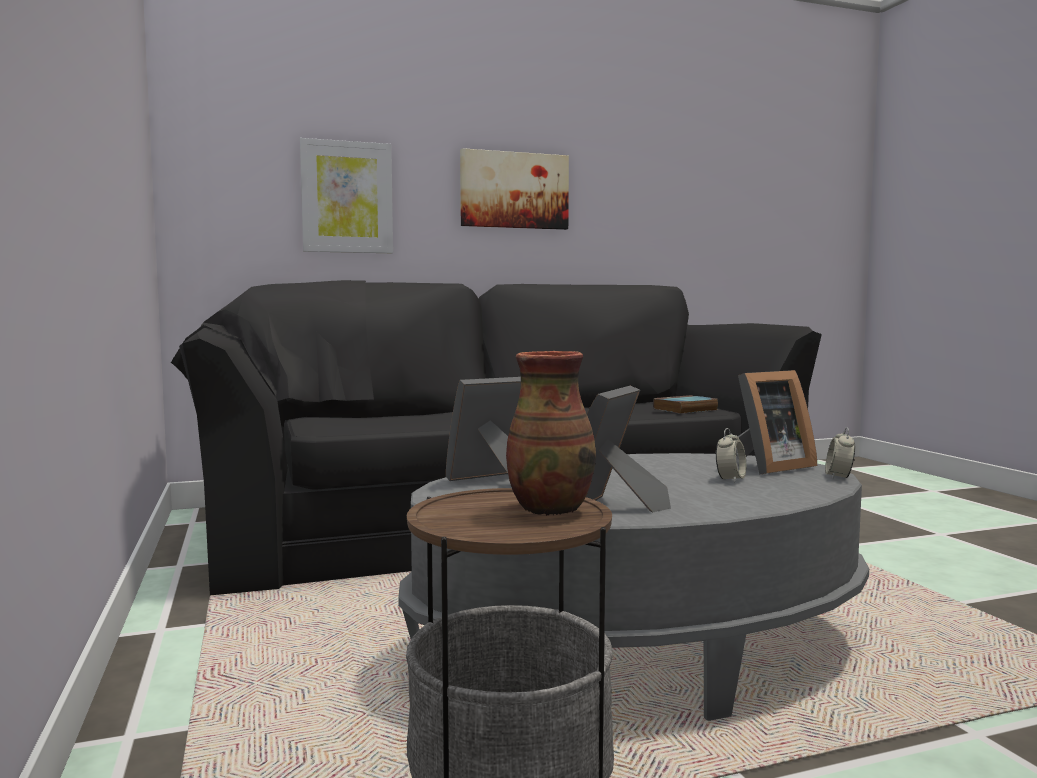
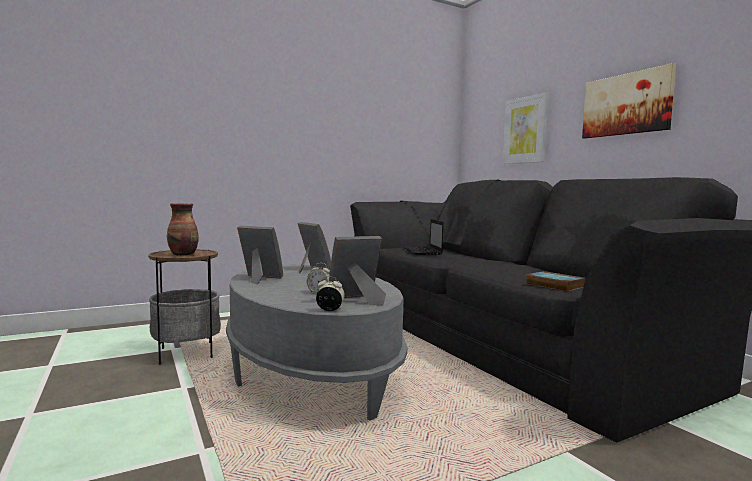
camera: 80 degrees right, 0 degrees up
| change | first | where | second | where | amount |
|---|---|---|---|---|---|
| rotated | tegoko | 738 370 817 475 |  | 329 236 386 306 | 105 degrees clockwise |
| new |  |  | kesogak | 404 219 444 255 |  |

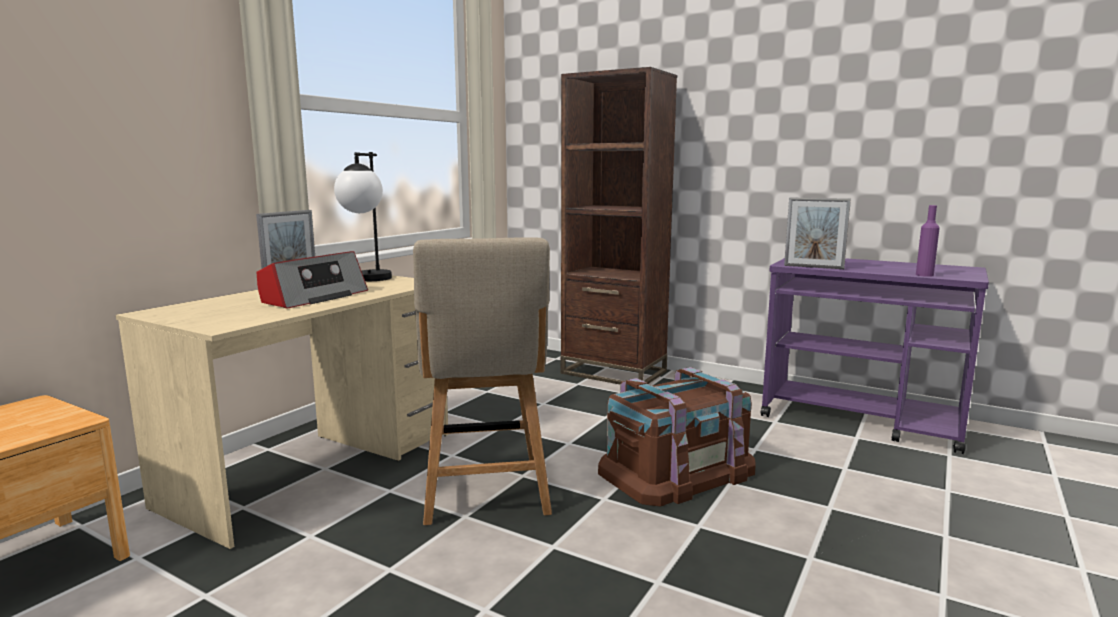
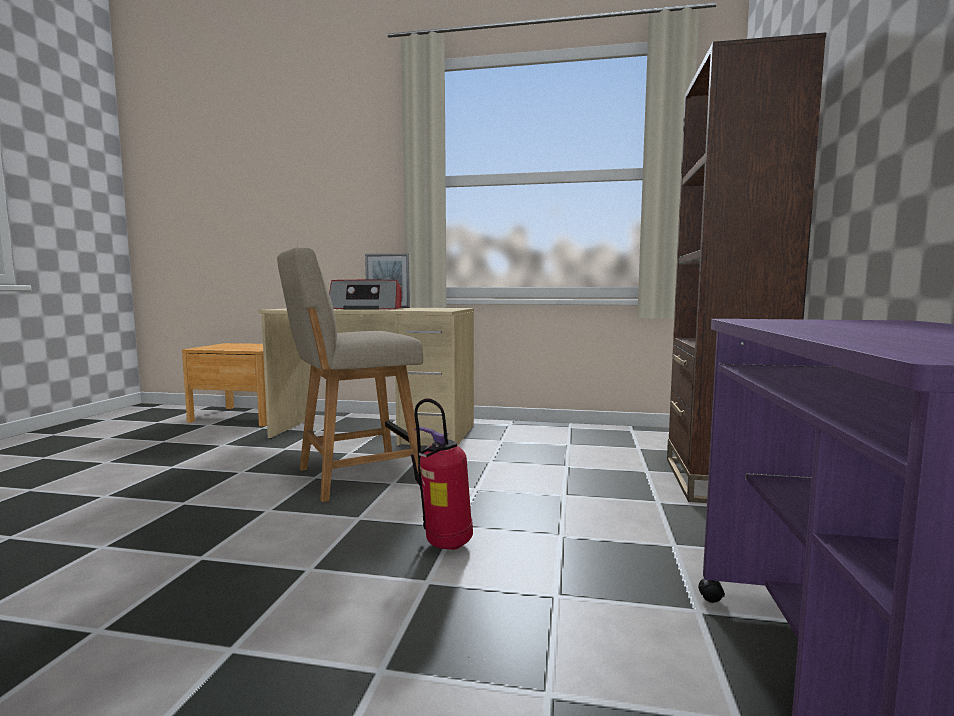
camera: 70 degrees right, 5 degrees down
| change | first | where | second | where | amount |
|---|---|---|---|---|---|
| gone | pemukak | 334 152 392 281 |  |  |  |
| gone | tegoko | 784 197 851 269 |  |  |  |
| gone | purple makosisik | 916 205 940 277 |  |  |  |
| swapped | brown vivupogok | 598 367 755 507 | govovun | 411 398 473 550 |  |

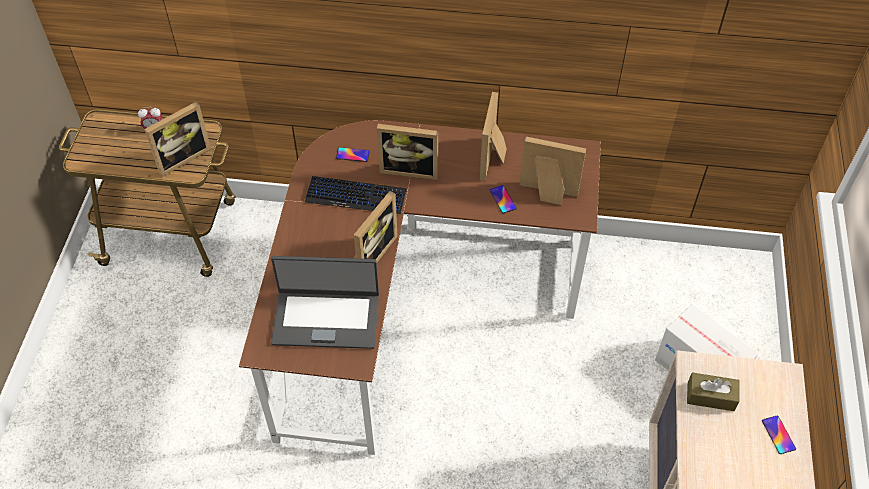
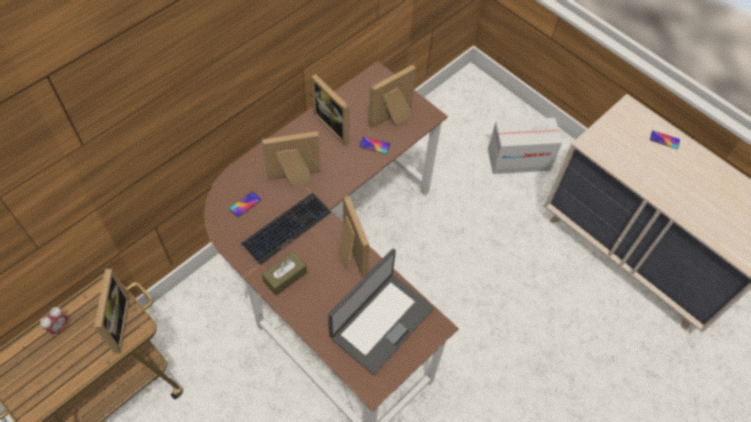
camera: 55 degrees left, 5 degrees up
| change | first | where | second | where | amount |
|---|---|---|---|---|---|
| rotated | tegoko | 377 124 438 180 |  | 261 131 321 187 | 150 degrees counterclockwise |
| shifted | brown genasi | 687 372 740 411 |  | 262 251 307 296 |  |

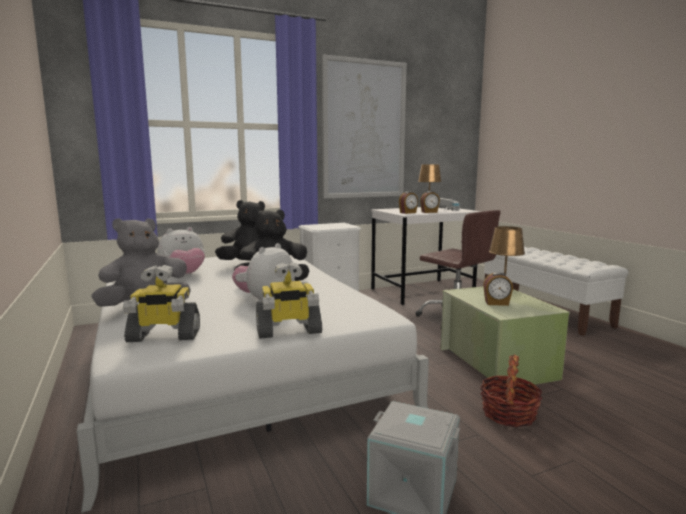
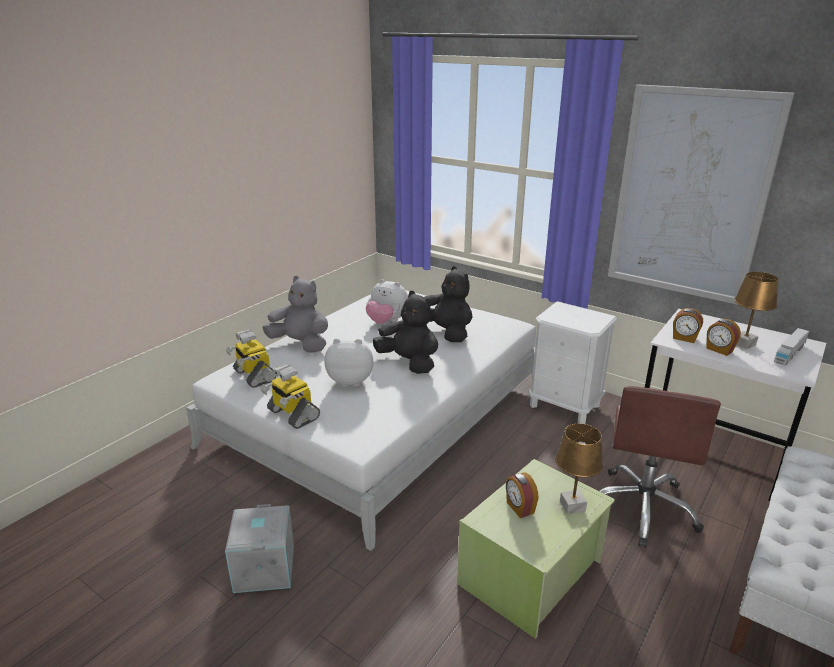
camera: 60 degrees right, 15 degrees up
| change | first | where | second | where | amount |
|---|---|---|---|---|---|
| gone | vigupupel | 480 355 542 427 |  |  |  |

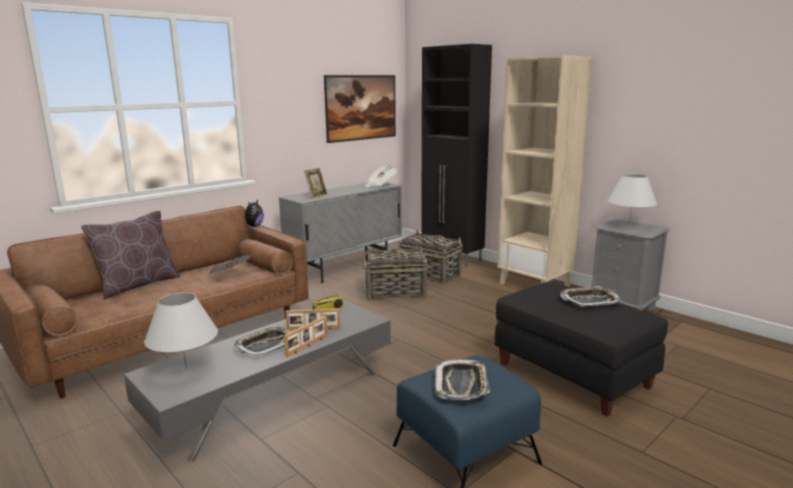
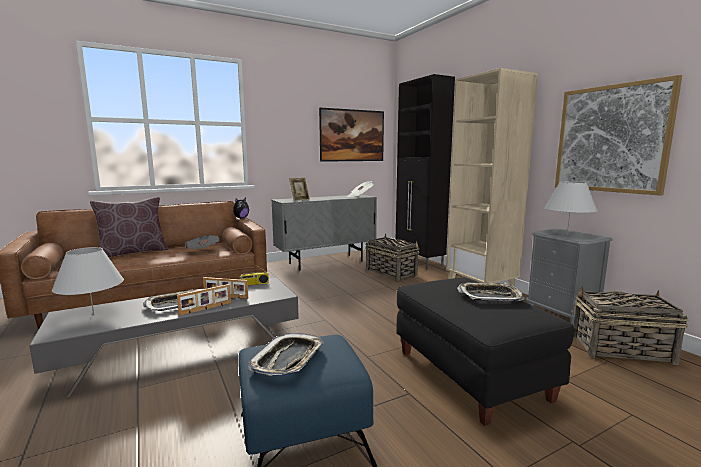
camera: 15 degrees right, 5 degrees down
| change | first | where | second | where | amount |
|---|---|---|---|---|---|
| shifted | vigupupel | 363 245 428 300 |  | 573 286 688 365 |  |
| new |  |  | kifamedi | 555 75 682 196 |  |

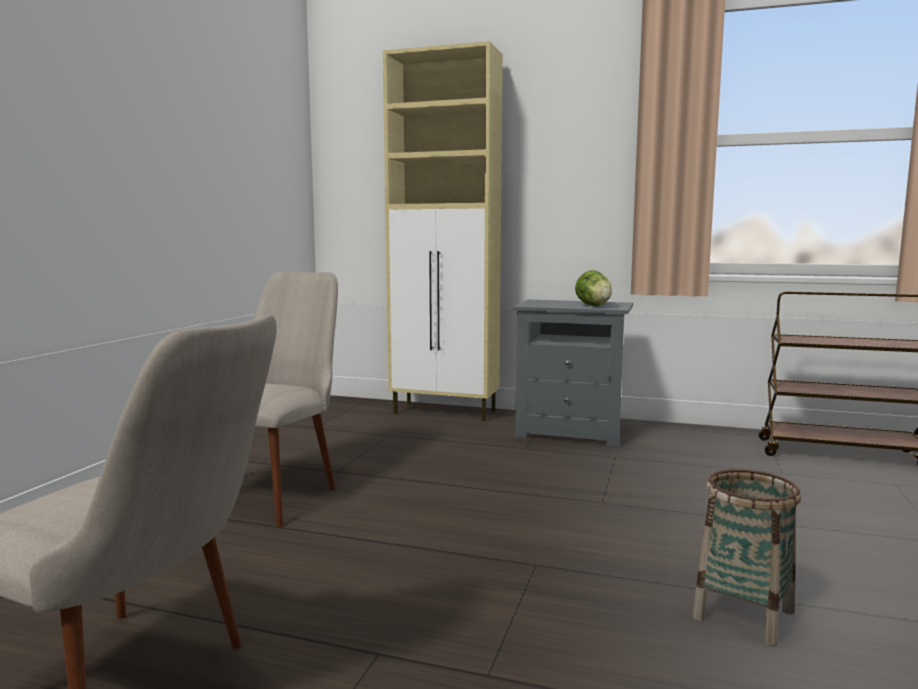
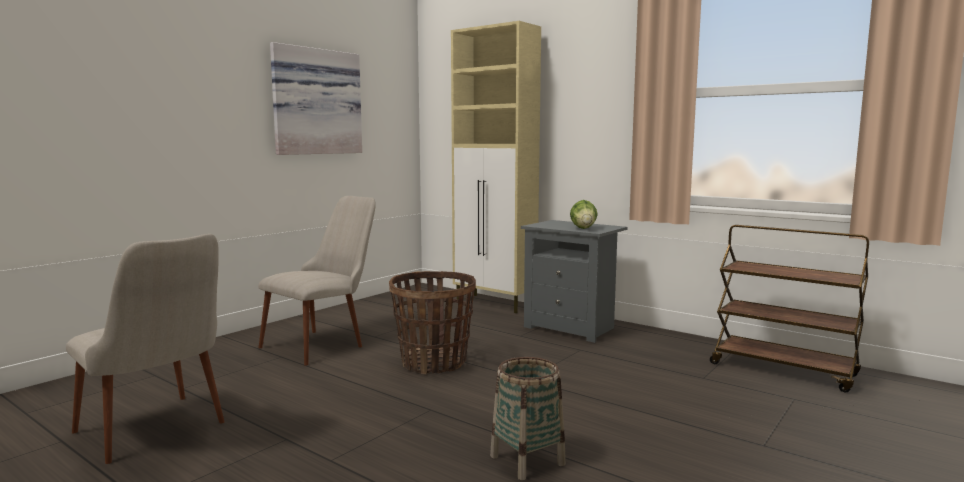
camera: 20 degrees right, 0 degrees up
| change | first | where | second | where | amount |
|---|---|---|---|---|---|
| new |  |  | kifamedi | 270 42 362 155 |  |
| new |  |  | vigupupel | 389 271 476 375 |  |

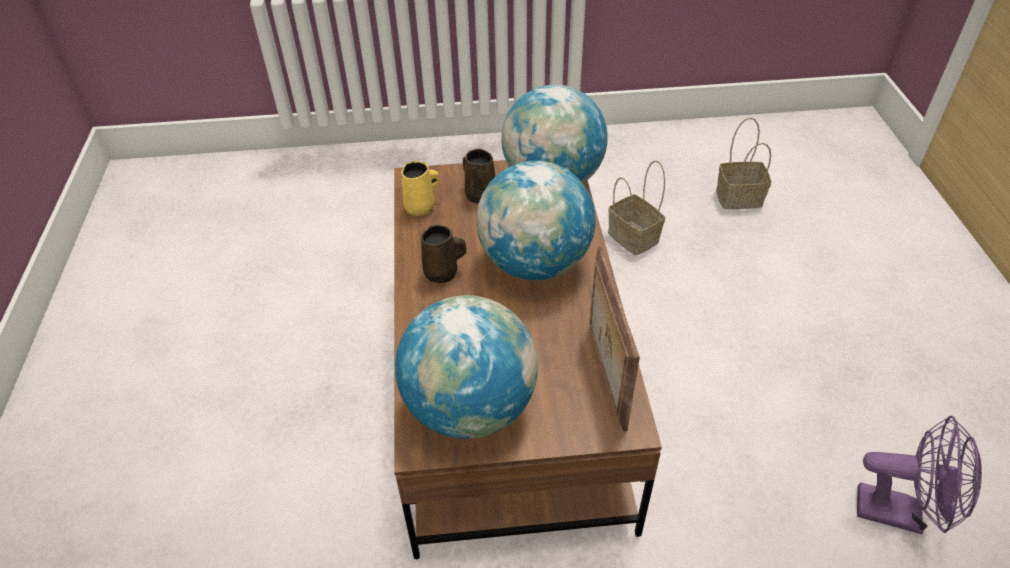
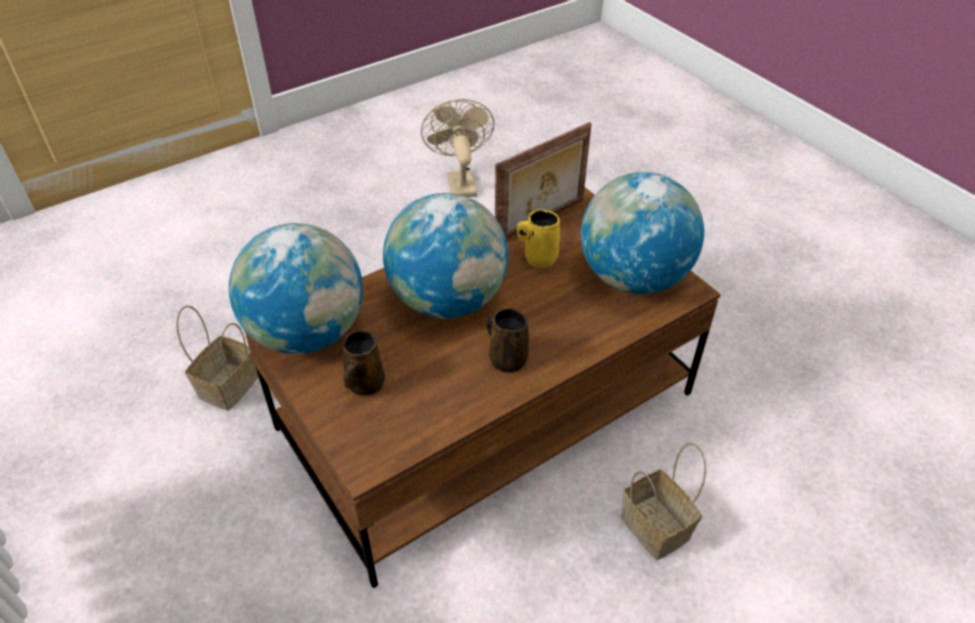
camera: 120 degrees left, 0 degrees up
| change | first | where | second | where | amount |
|---|---|---|---|---|---|
| shifted | vigupupel | 716 118 772 209 |  | 621 443 706 560 |  |
| shifted | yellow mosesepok | 401 161 440 216 |  | 517 209 560 268 |  |
| repainted | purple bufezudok | 857 416 982 534 | beige bufezudok | 421 99 494 197 |  |

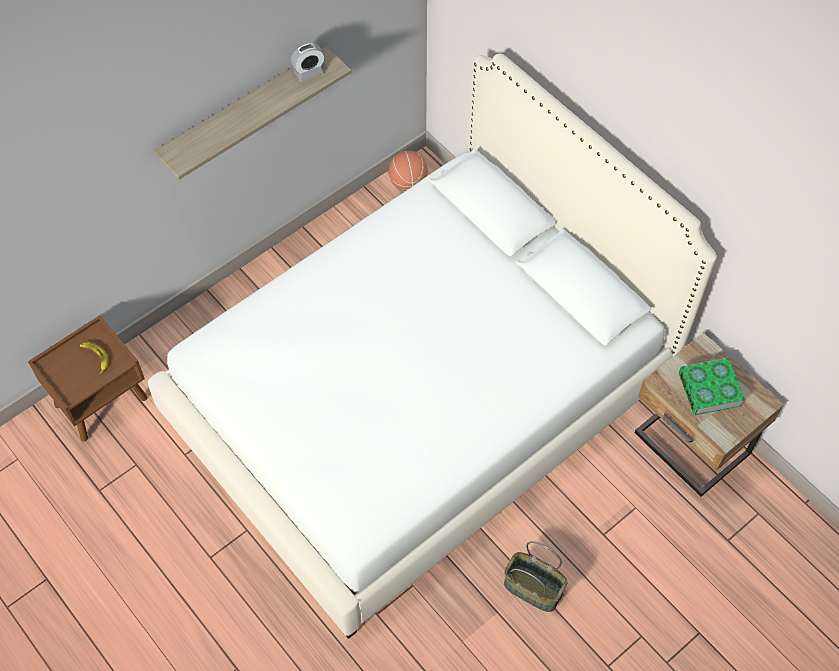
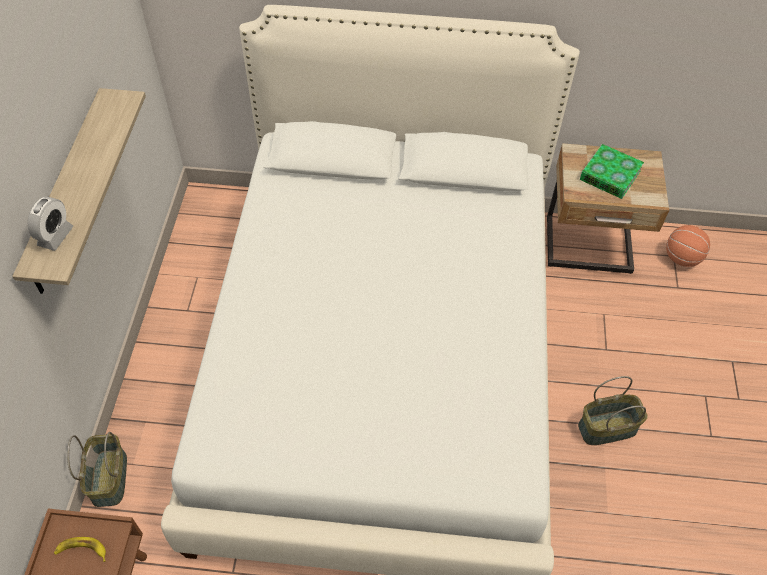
camera: 45 degrees left, 5 degrees down
| change | first | where | second | where | amount |
|---|---|---|---|---|---|
| shifted | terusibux | 291 43 325 82 |  | 28 196 73 251 |  |
| shifted | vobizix | 389 151 428 191 |  | 666 225 710 267 |  |
| new |  |  | vigupupel | 67 432 127 507 |  |

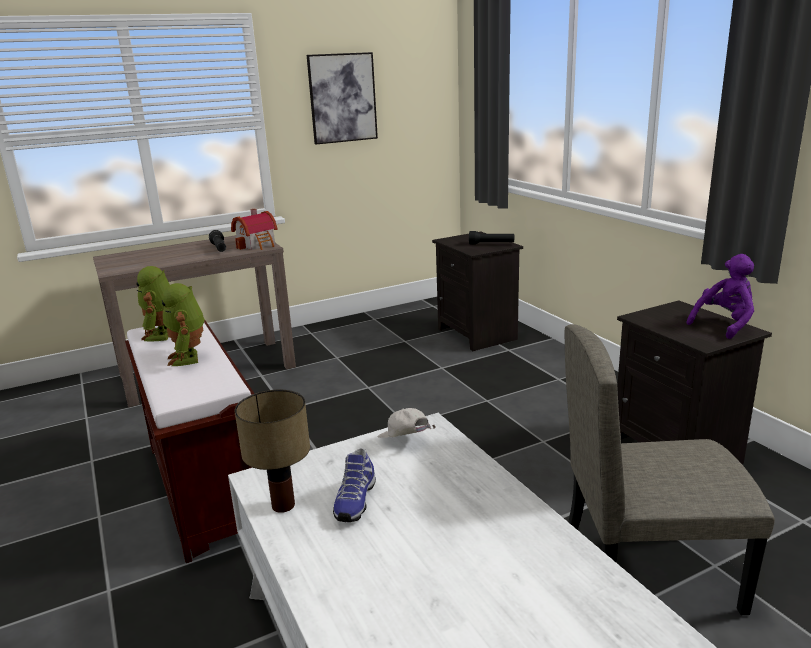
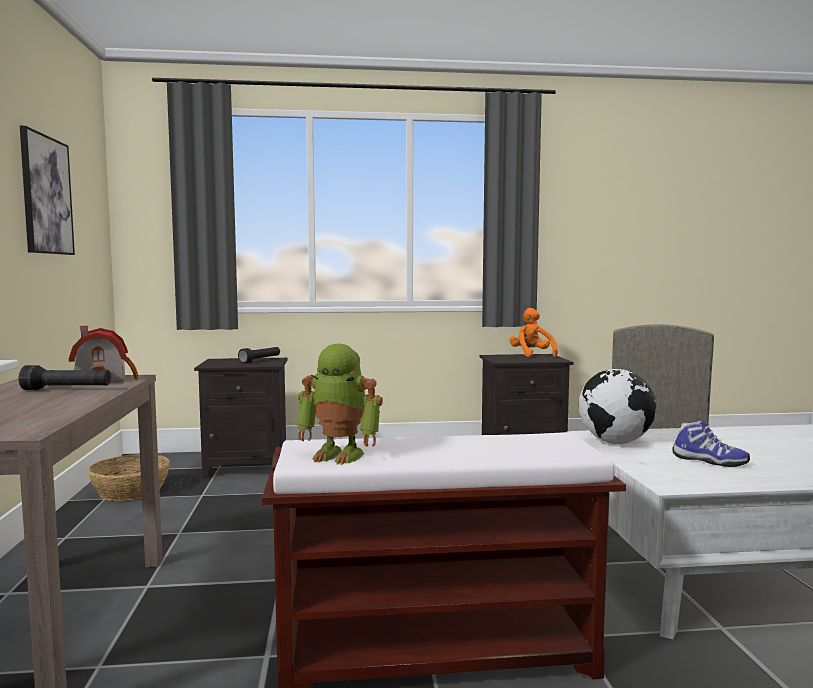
camera: 70 degrees left, 15 degrees down
| change | first | where | second | where | amount |
|---|---|---|---|---|---|
| repainted | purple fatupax | 686 254 754 339 | orange fatupax | 510 308 558 358 |  |
| gone | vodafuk | 162 283 205 366 |  |  |  |
| gone | pemukak | 235 390 310 513 |  |  |  |
| swapped | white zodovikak | 378 408 436 438 | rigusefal | 579 369 656 444 |  |
| new |  |  | vigupupel | 88 454 170 501 |  |

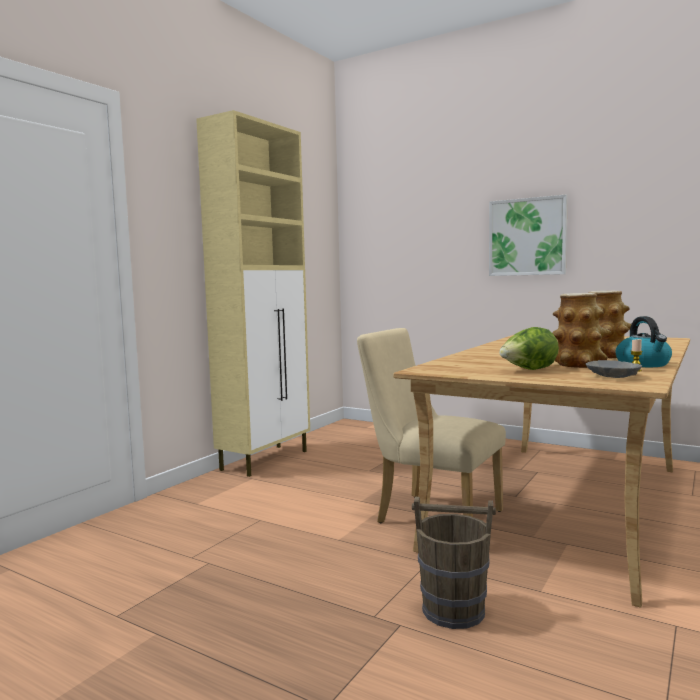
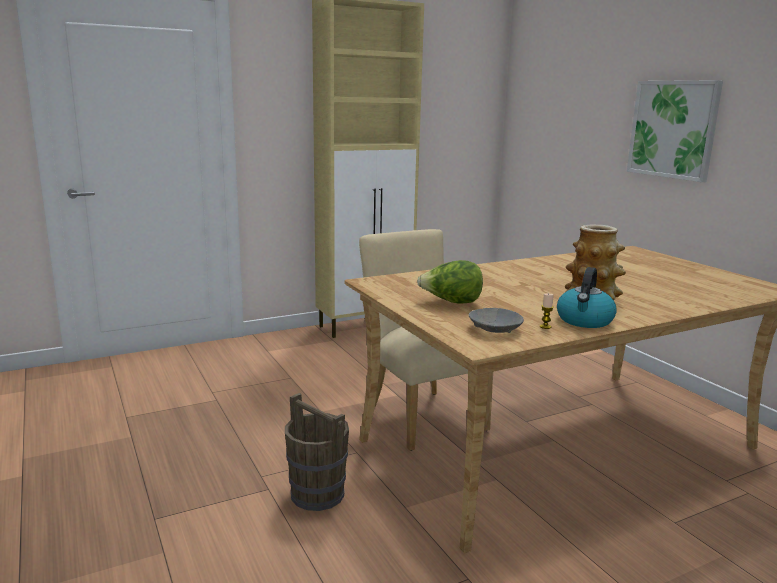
camera: 30 degrees right, 10 degrees up
| change | first | where | second | where | amount |
|---|---|---|---|---|---|
| gone | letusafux | 552 293 611 368 |  |  |  |

